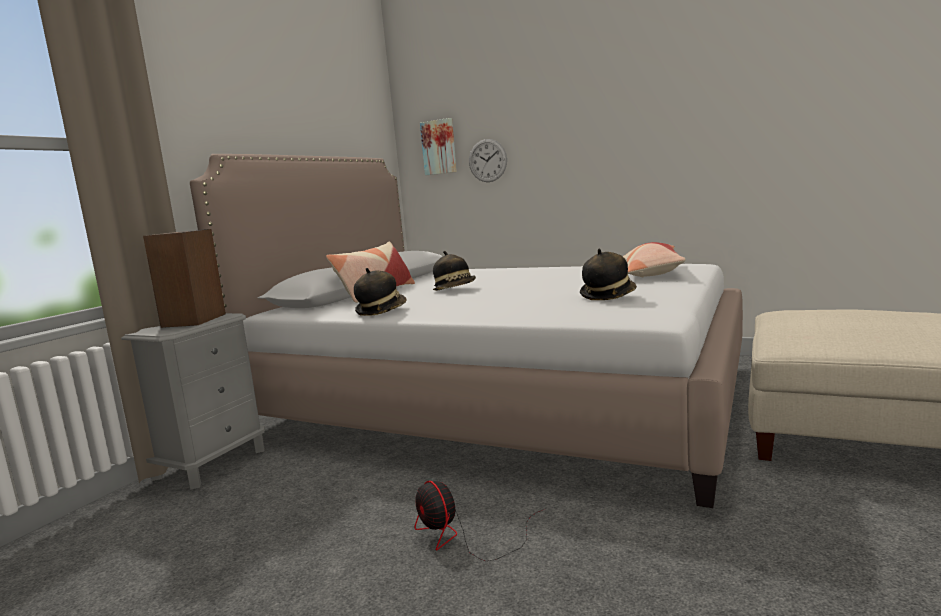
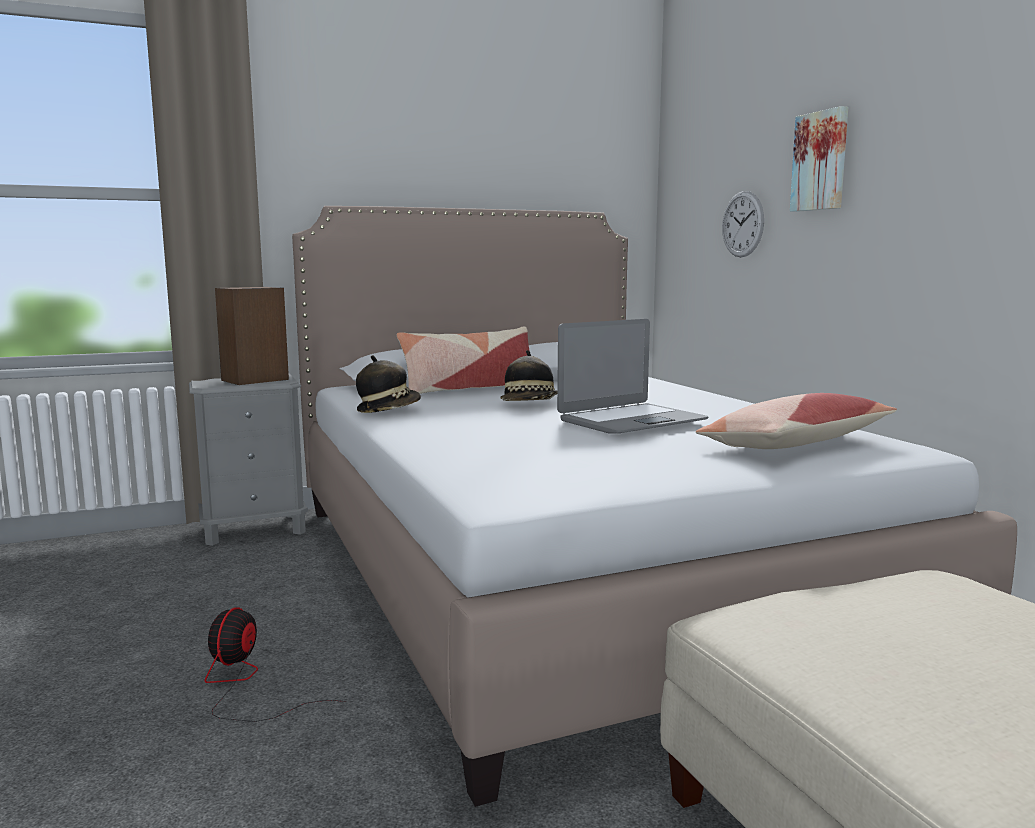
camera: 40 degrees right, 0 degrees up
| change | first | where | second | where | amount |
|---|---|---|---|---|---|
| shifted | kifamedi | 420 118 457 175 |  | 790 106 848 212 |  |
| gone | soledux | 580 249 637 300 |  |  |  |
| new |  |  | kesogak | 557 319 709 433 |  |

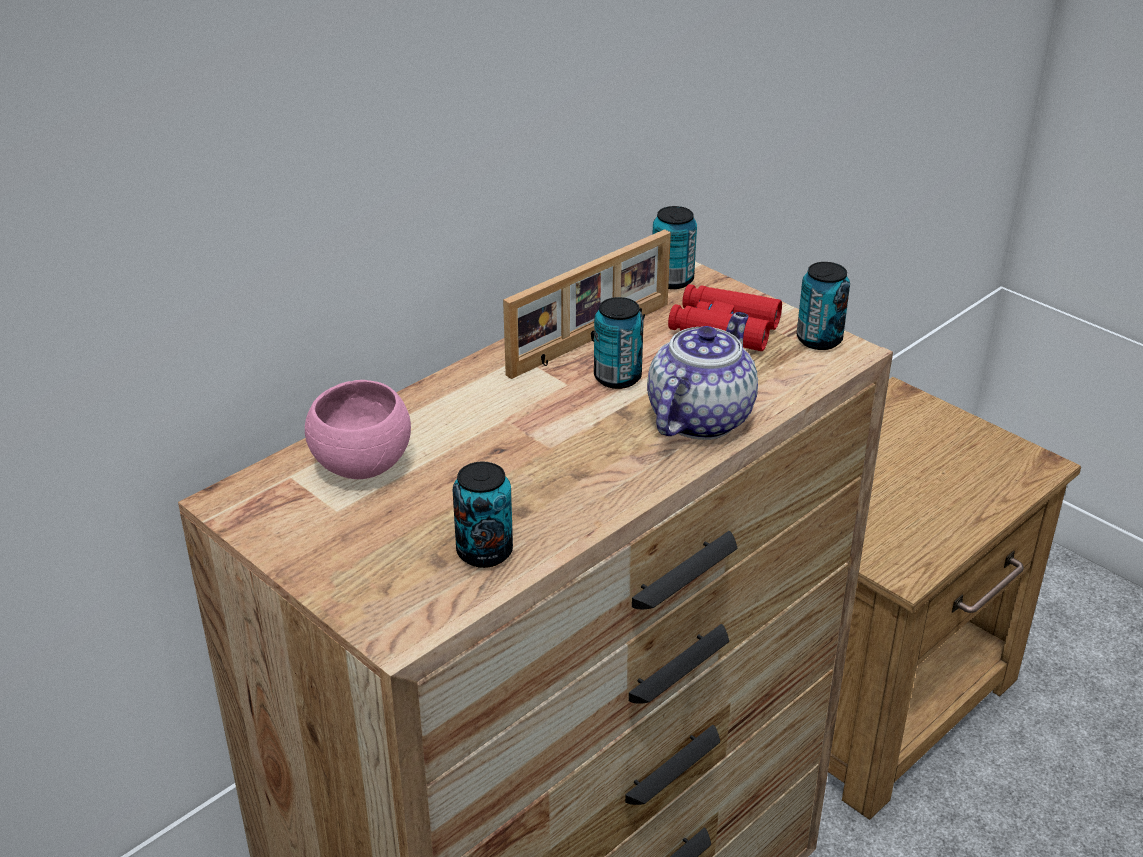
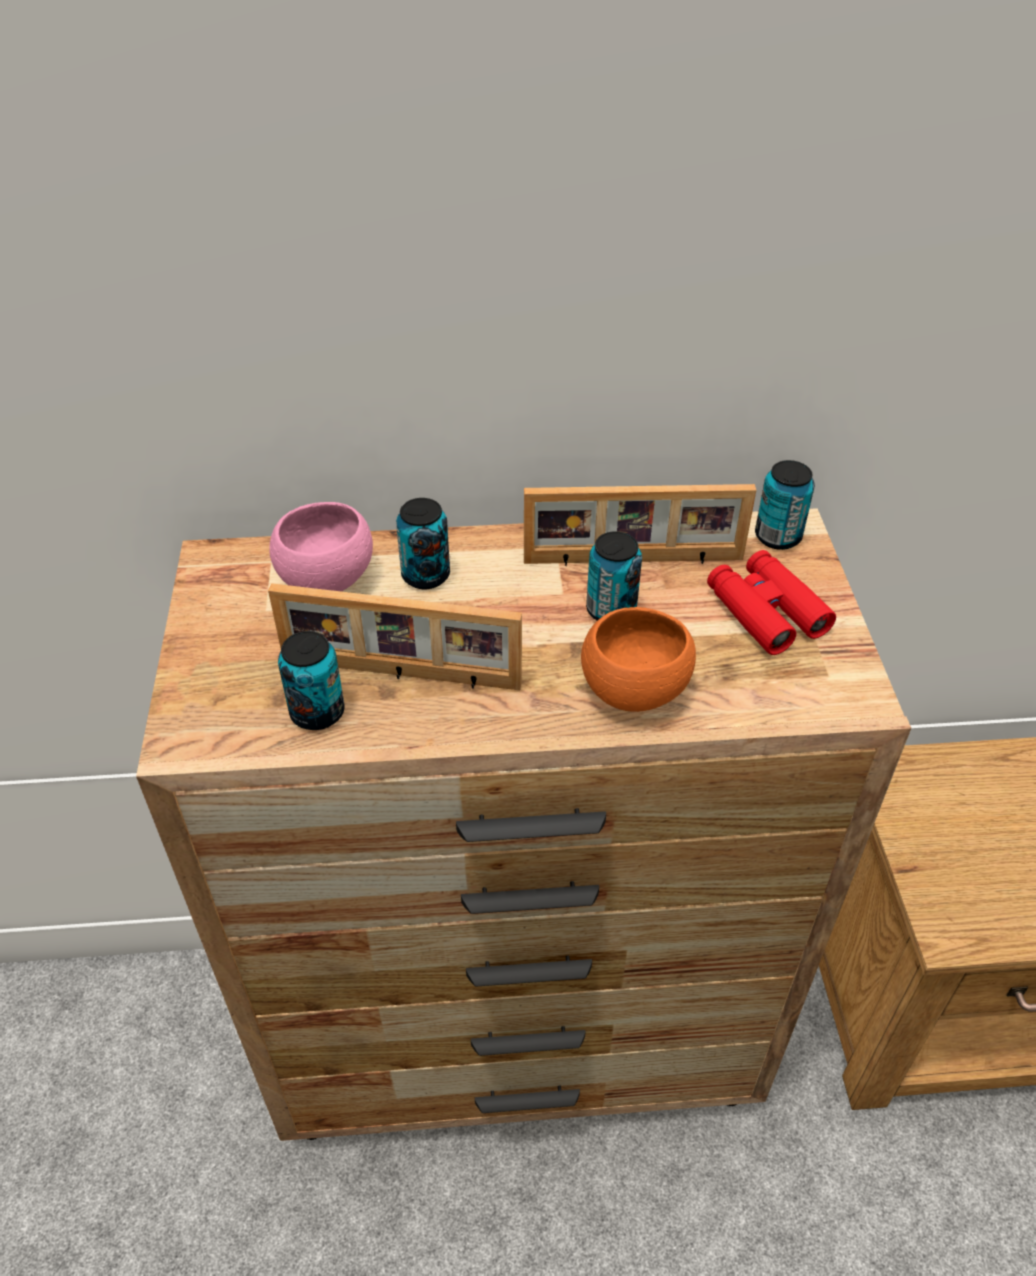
camera: 40 degrees right, 10 degrees up
| change | first | where | second | where | amount |
|---|---|---|---|---|---|
| shifted | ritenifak | 797 262 850 350 |  | 396 498 450 589 |  |
| swapped | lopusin | 647 312 758 440 | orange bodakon | 581 607 696 712 |  |
| new |  |  | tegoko | 268 583 522 690 |  |

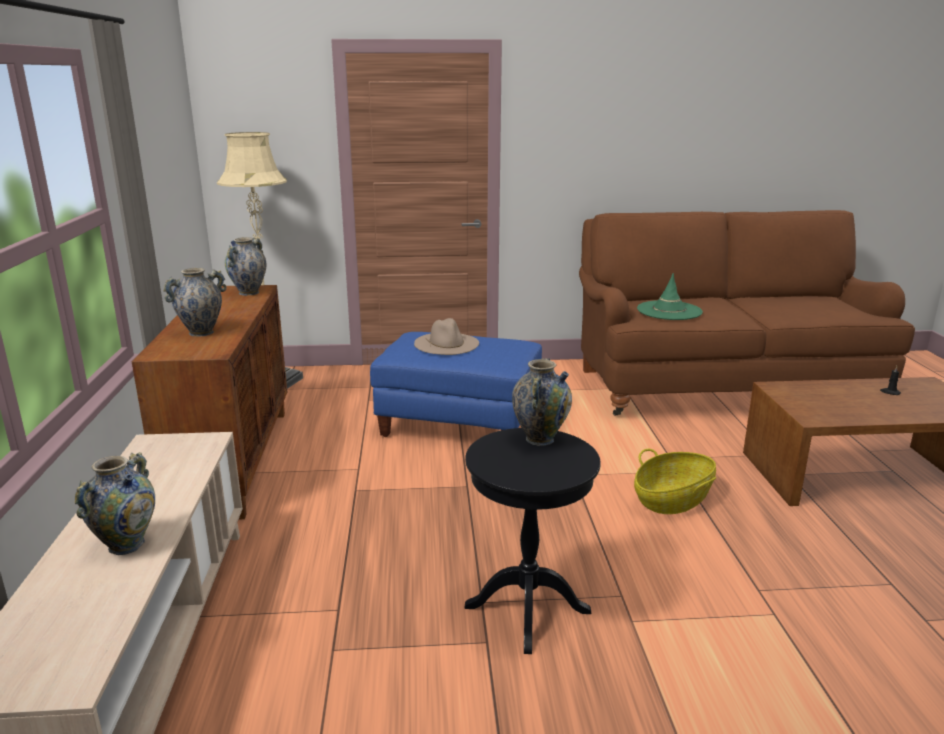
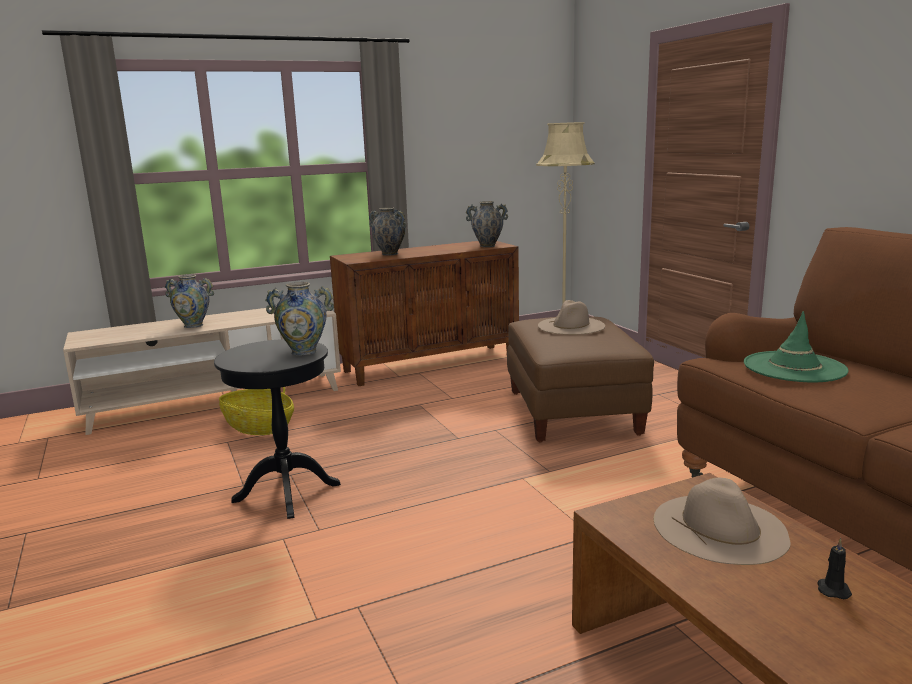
camera: 70 degrees right, 5 degrees down
| change | first | where | second | where | amount |
|---|---|---|---|---|---|
| repainted | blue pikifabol | 370 332 542 437 | brown pikifabol | 507 317 654 443 |  |
| shifted | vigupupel | 634 449 716 514 |  | 219 387 294 435 |  |
| new |  |  | beige soledux | 654 478 791 565 |  |

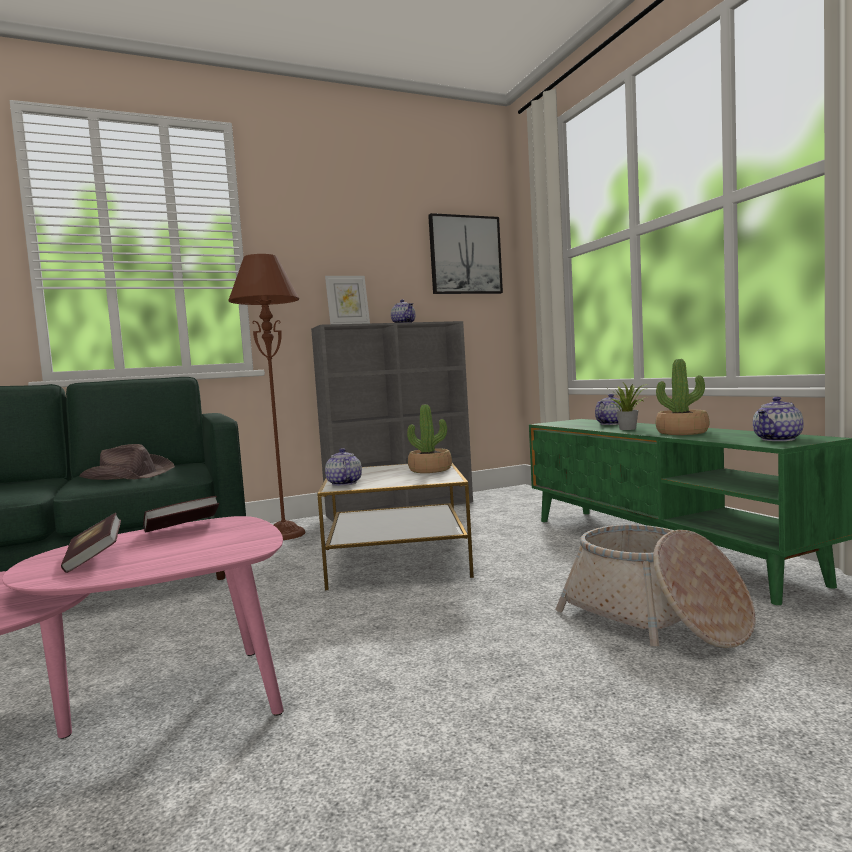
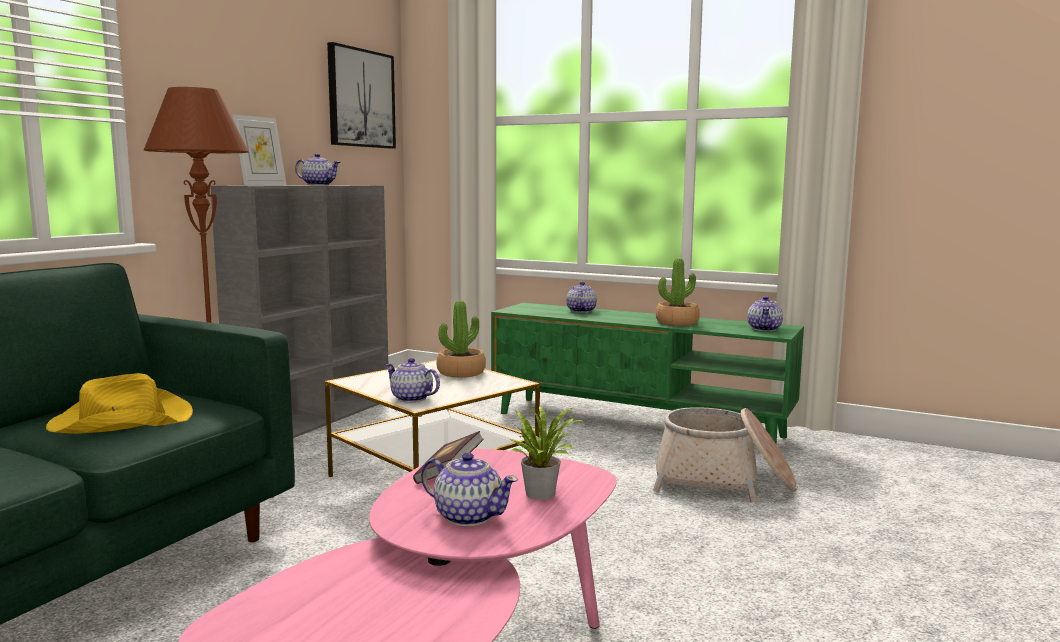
camera: 40 degrees left, 5 degrees up
| change | first | where | second | where | amount |
|---|---|---|---|---|---|
| shifted | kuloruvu | 608 382 648 430 |  | 505 405 585 500 |  |
| repainted | brown soledux | 79 444 175 480 | yellow soledux | 46 373 193 434 |  |
| swapped | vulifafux | 61 513 121 573 | lopusin | 421 453 518 526 |  |

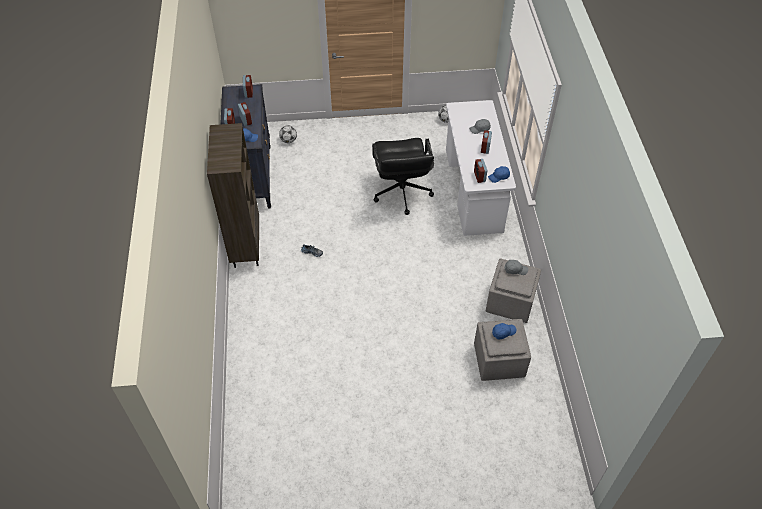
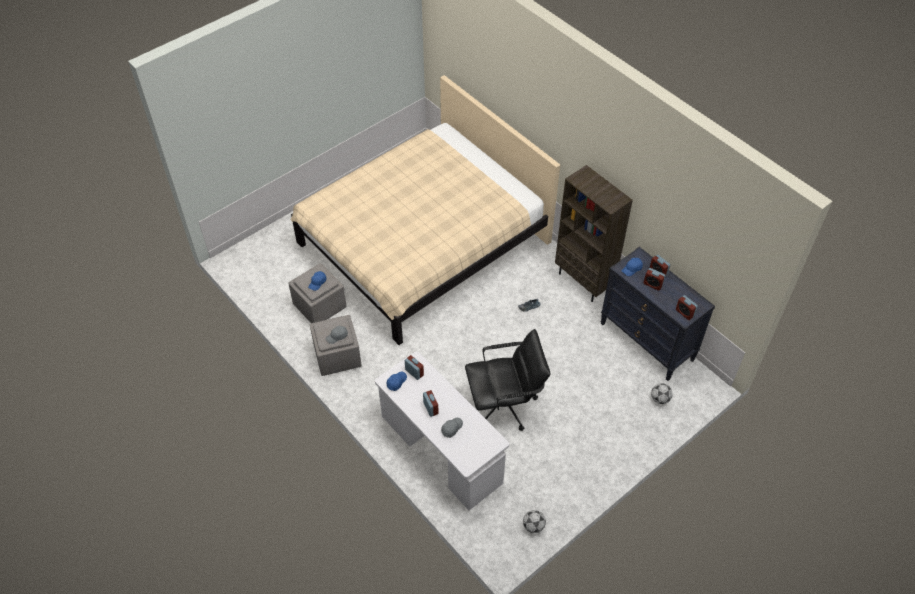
camera: 145 degrees right, 0 degrees up
| change | first | where | second | where | amount |
|---|---|---|---|---|---|
| rotated | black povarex | 372 138 434 215 |  | 465 329 550 431 | 120 degrees clockwise |
| new |  |  | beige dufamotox | 291 75 560 345 |  |

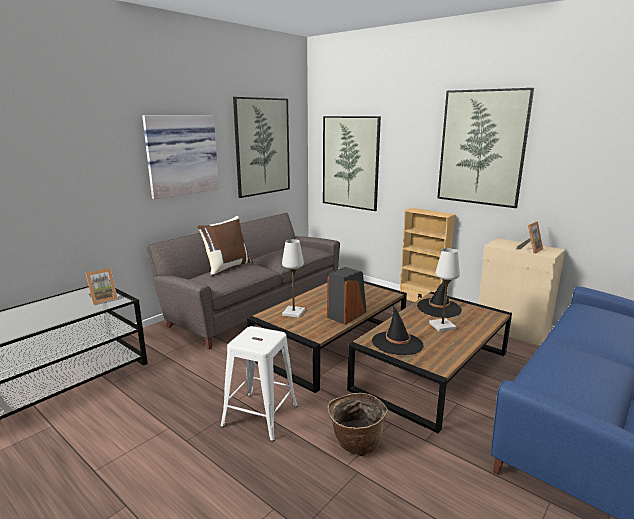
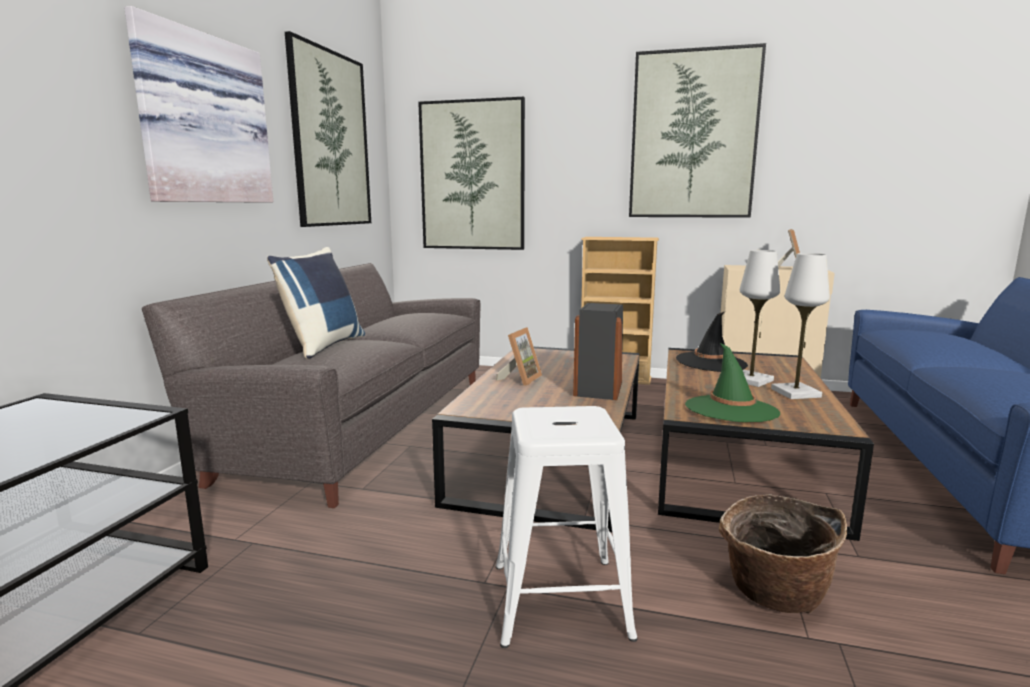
camera: 25 degrees left, 5 degrees down
| change | first | where | second | where | amount |
|---|---|---|---|---|---|
| repainted | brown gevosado | 197 216 253 276 | blue gevosado | 267 247 365 359 |  |
| shifted | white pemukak | 282 239 305 318 |  | 771 253 830 399 |  |
| shifted | tegoko | 86 268 118 305 |  | 496 327 542 386 |  |
| repainted | black soledux | 372 306 424 355 | green soledux | 685 342 780 422 |  |

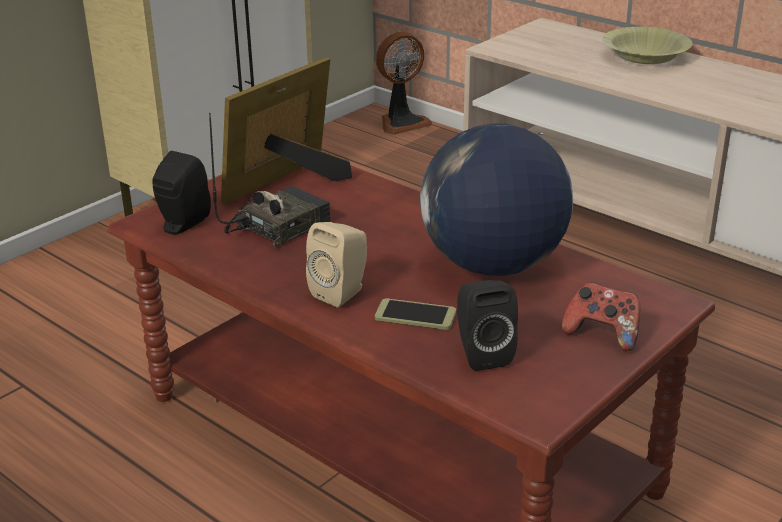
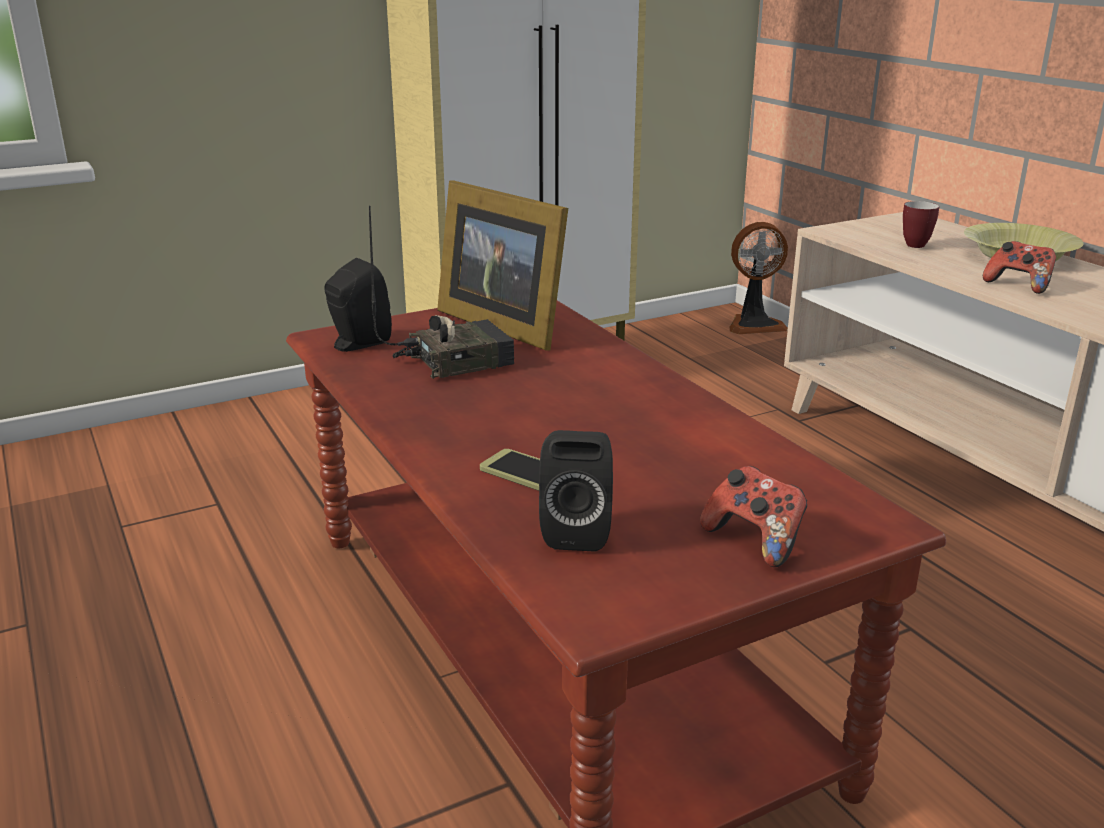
camera: 20 degrees right, 5 degrees down
| change | first | where | second | where | amount |
|---|---|---|---|---|---|
| rotated | tegoko | 221 57 352 205 |  | 437 180 568 351 | 105 degrees counterclockwise |
| gone | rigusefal | 420 123 573 276 |  |  |  |
| gone | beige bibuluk | 306 222 367 307 |  |  |  |
| new |  |  | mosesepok | 903 201 939 248 |  |
| new |  |  | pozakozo | 983 241 1056 294 |  |

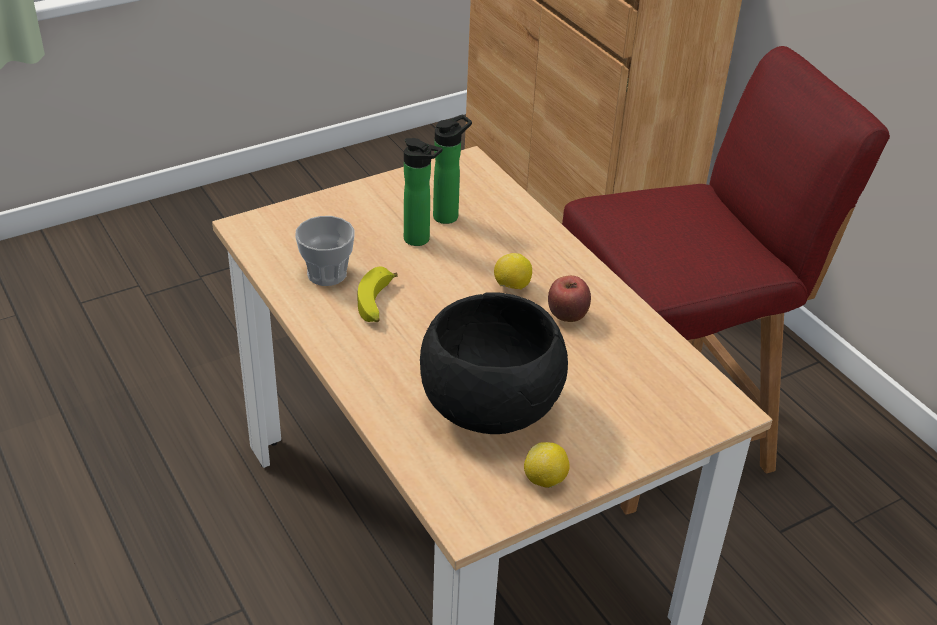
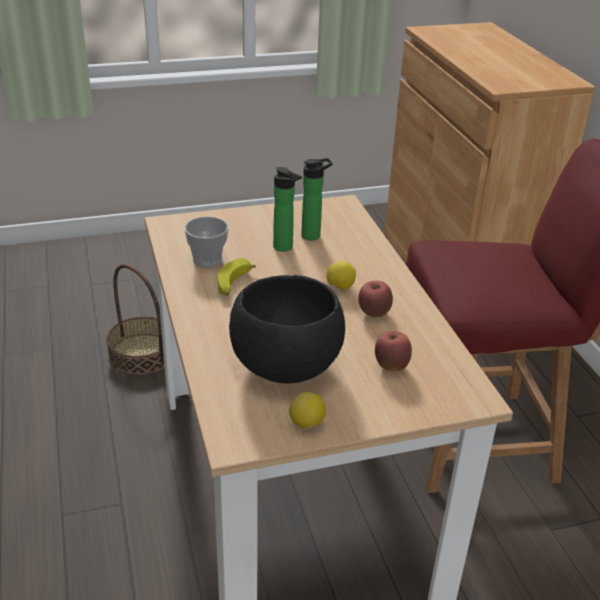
camera: 15 degrees right, 5 degrees down
| change | first | where | second | where | amount |
|---|---|---|---|---|---|
| new |  |  | vigupupel | 106 264 165 375 |  |
| new |  |  | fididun | 375 331 412 372 |  |

